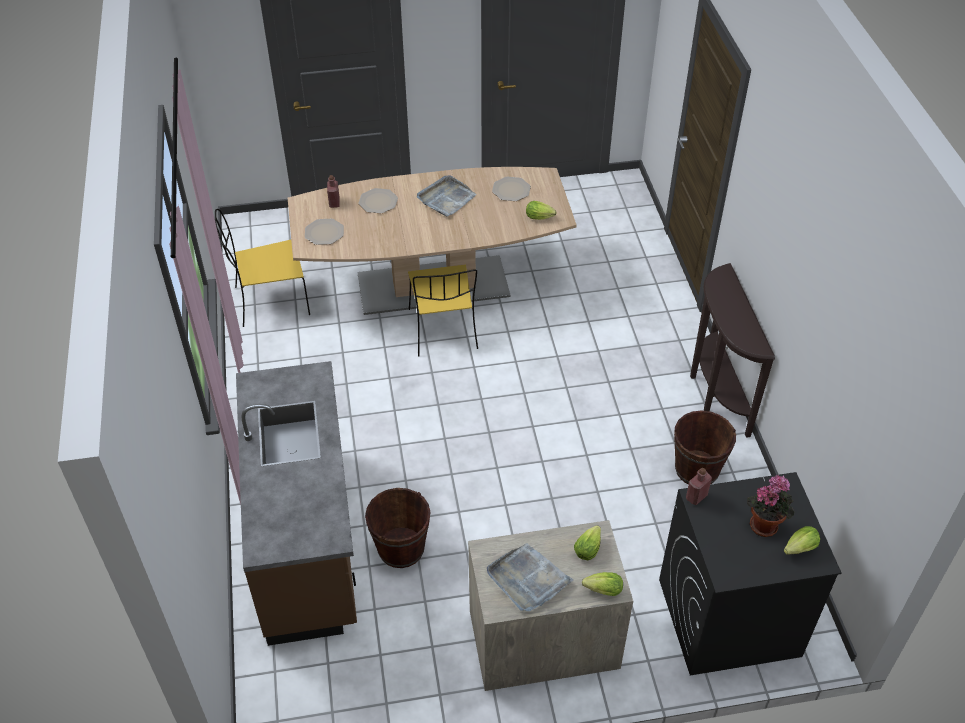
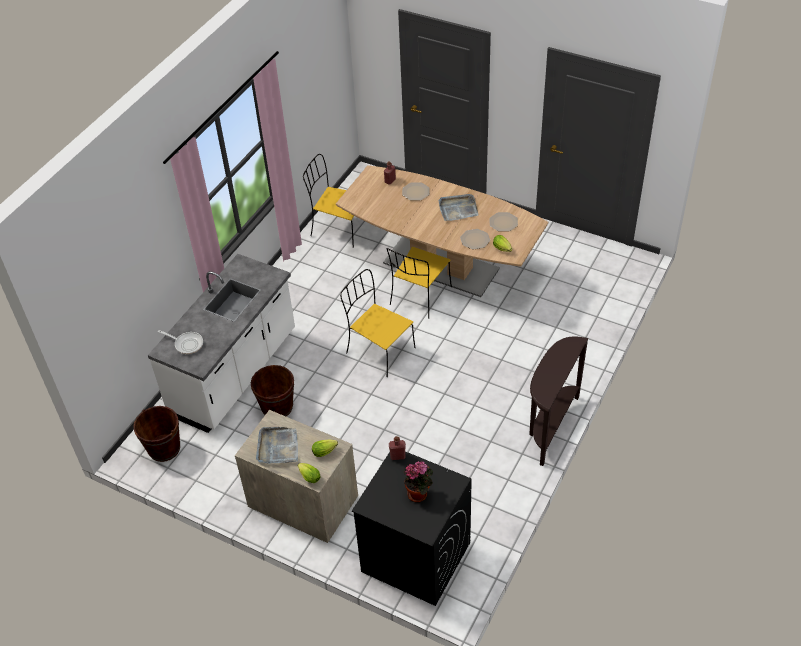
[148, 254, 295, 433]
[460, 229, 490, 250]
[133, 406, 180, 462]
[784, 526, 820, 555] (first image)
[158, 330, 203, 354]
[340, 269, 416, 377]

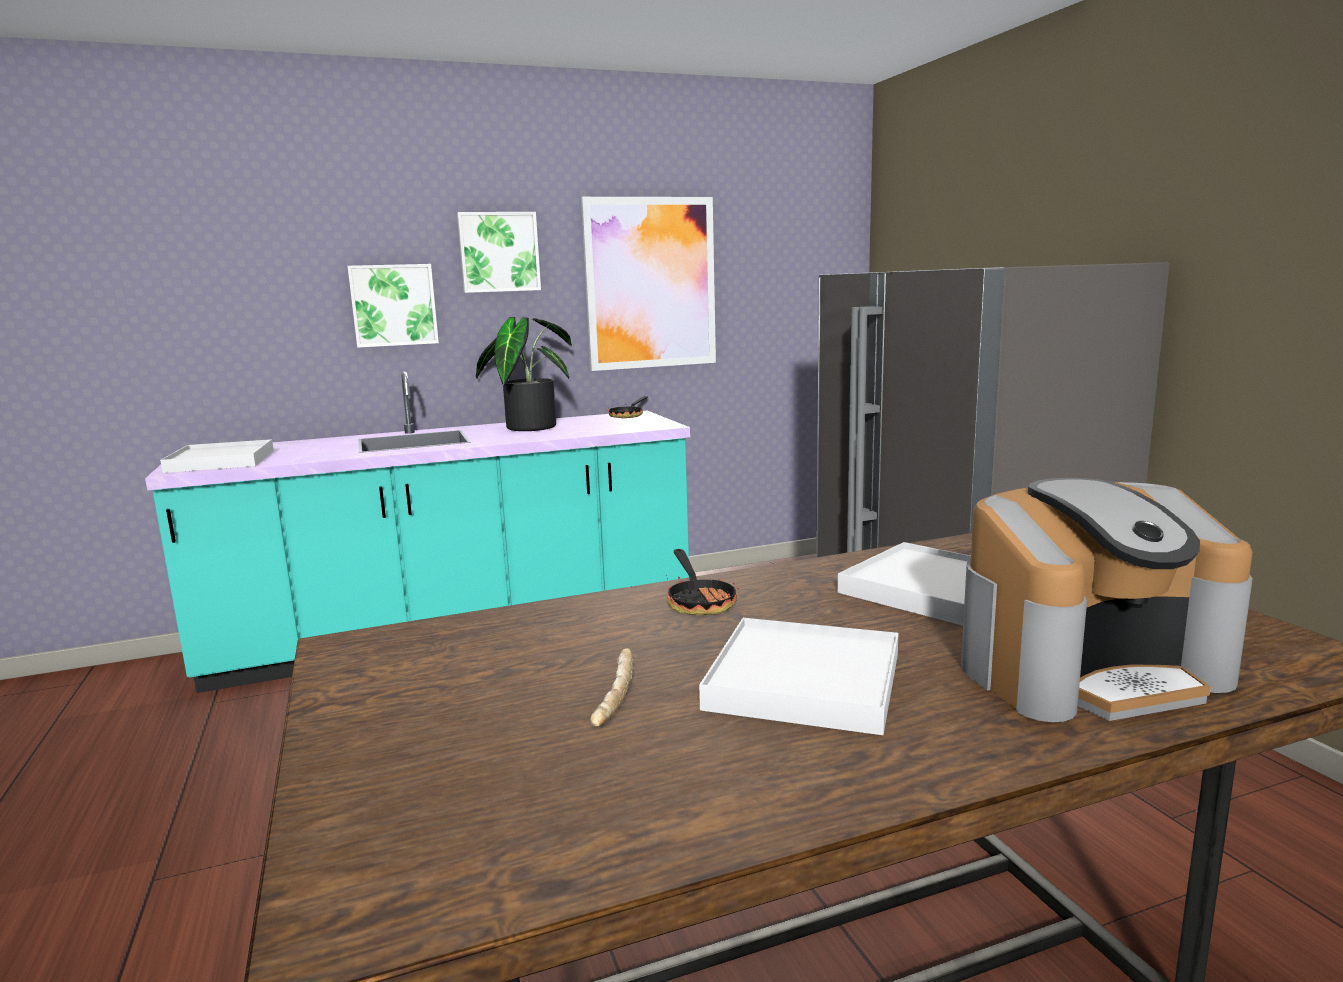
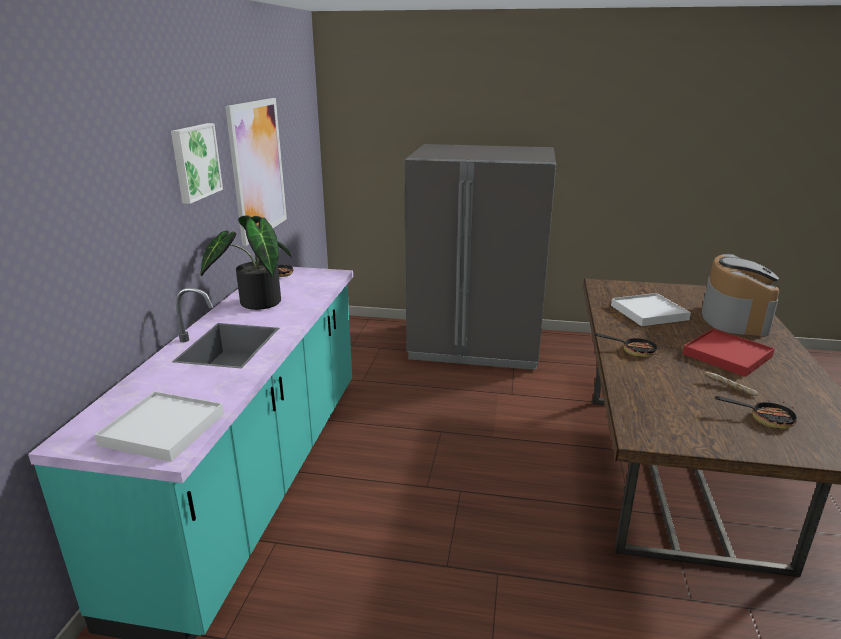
[348, 264, 439, 348] (first image)
[682, 329, 775, 377]
[715, 396, 797, 429]

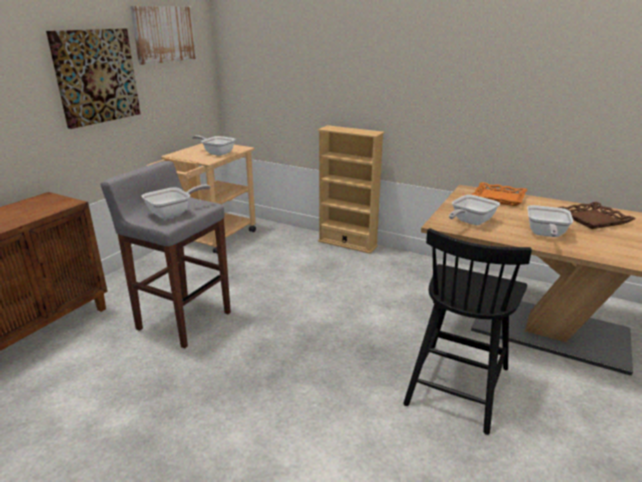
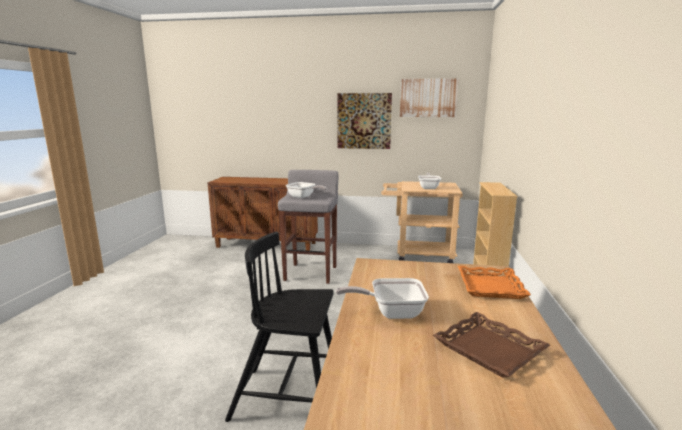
[449, 195, 500, 225] (first image)

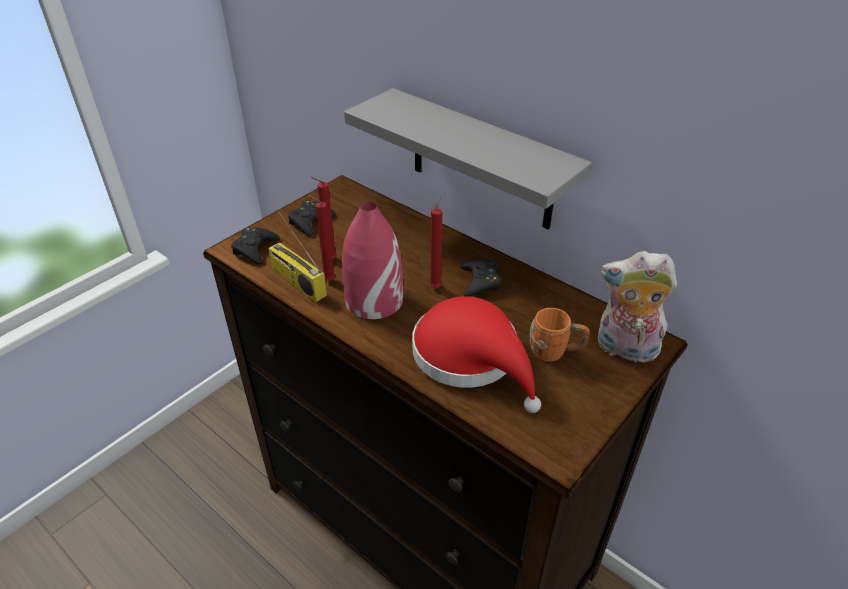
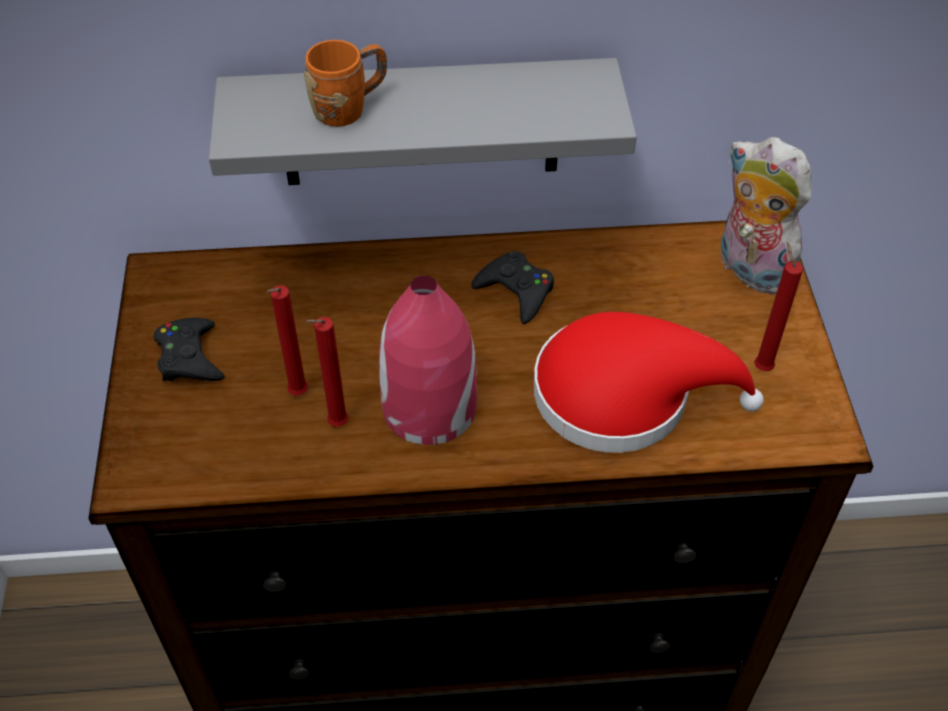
[231, 227, 280, 264] (first image)
[268, 211, 327, 302] (first image)
[754, 242, 803, 371]
[304, 40, 387, 127]
[721, 137, 811, 294]

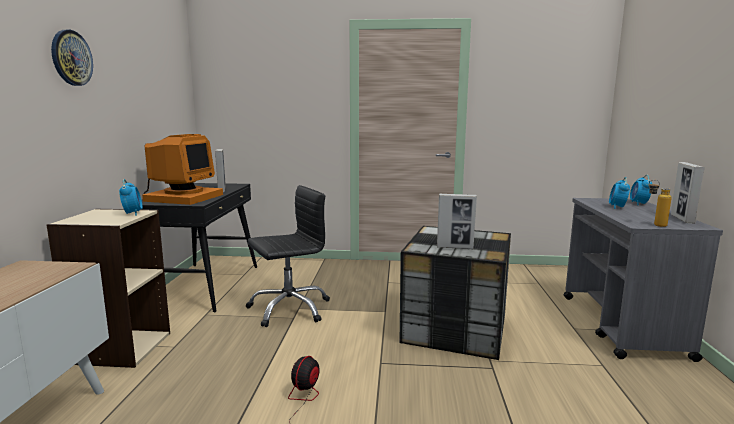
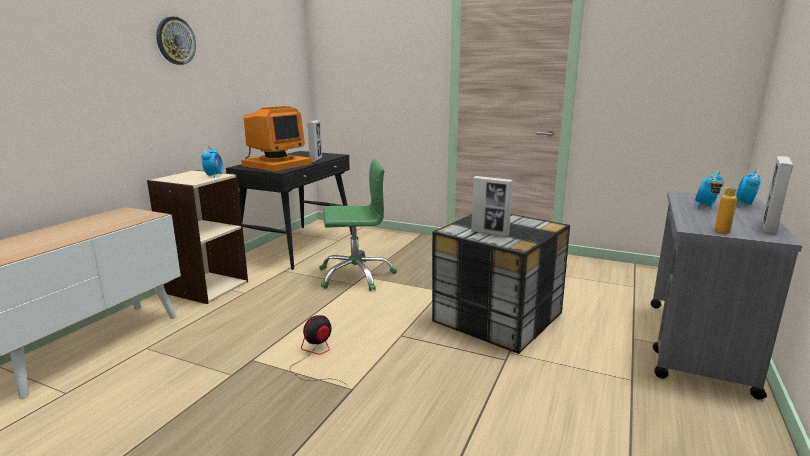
[319, 159, 397, 291]

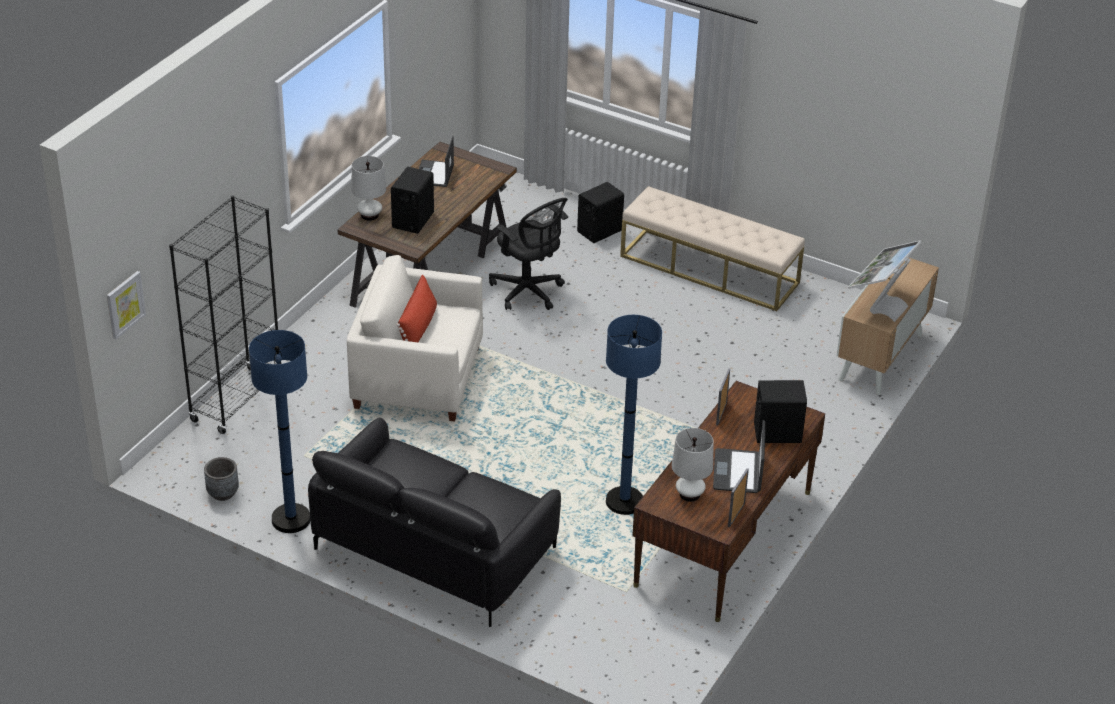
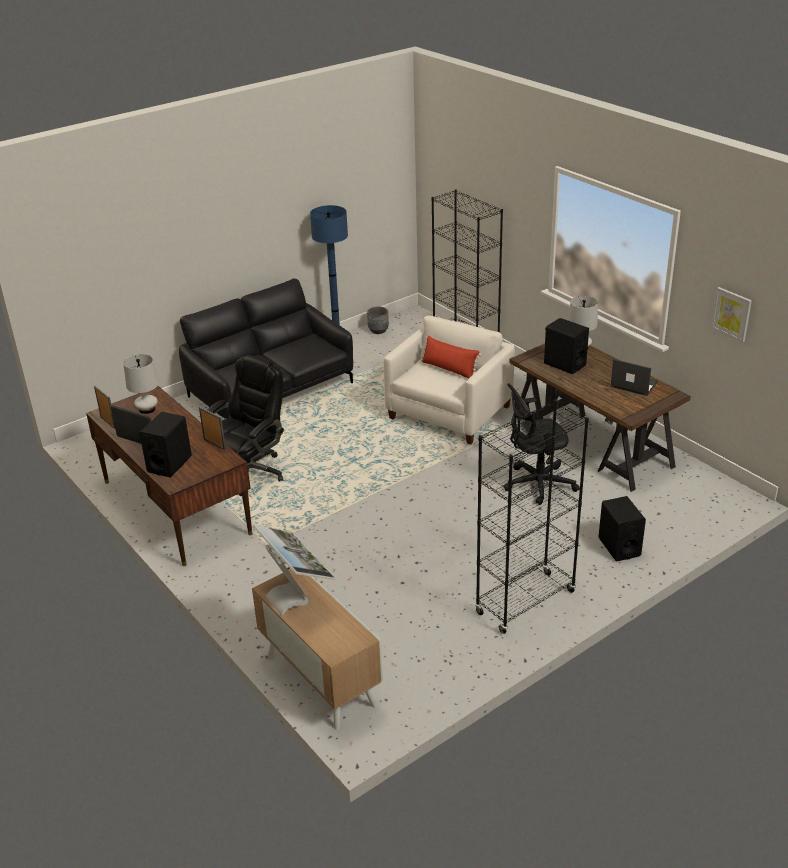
[711, 287, 752, 342]
[207, 355, 284, 496]
[475, 400, 589, 634]

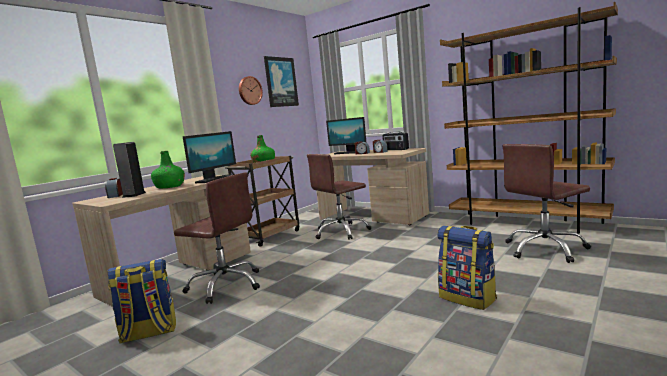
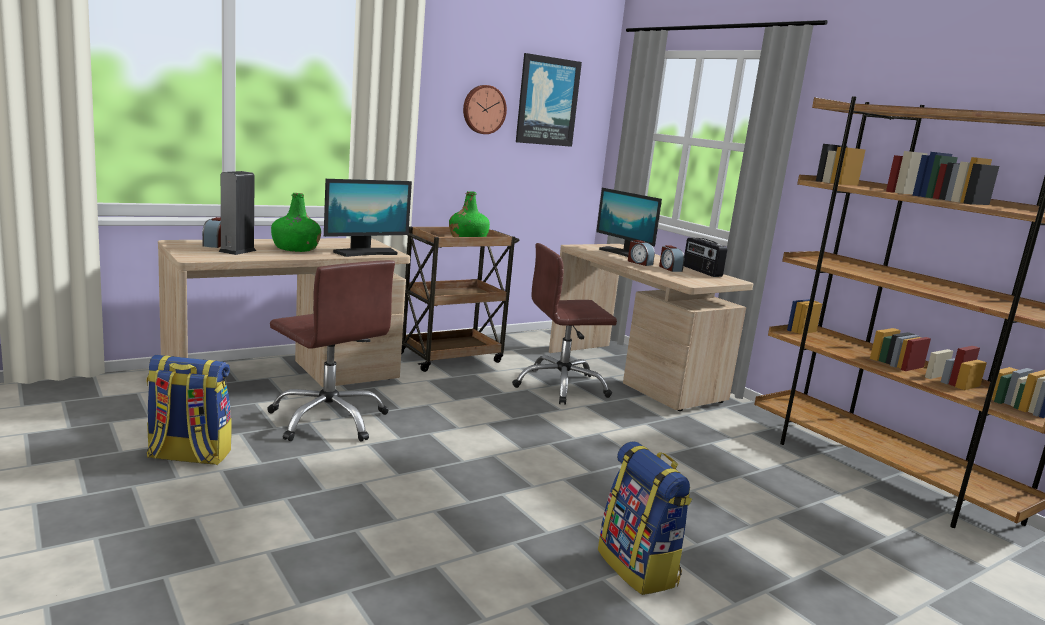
[502, 144, 591, 263] (first image)

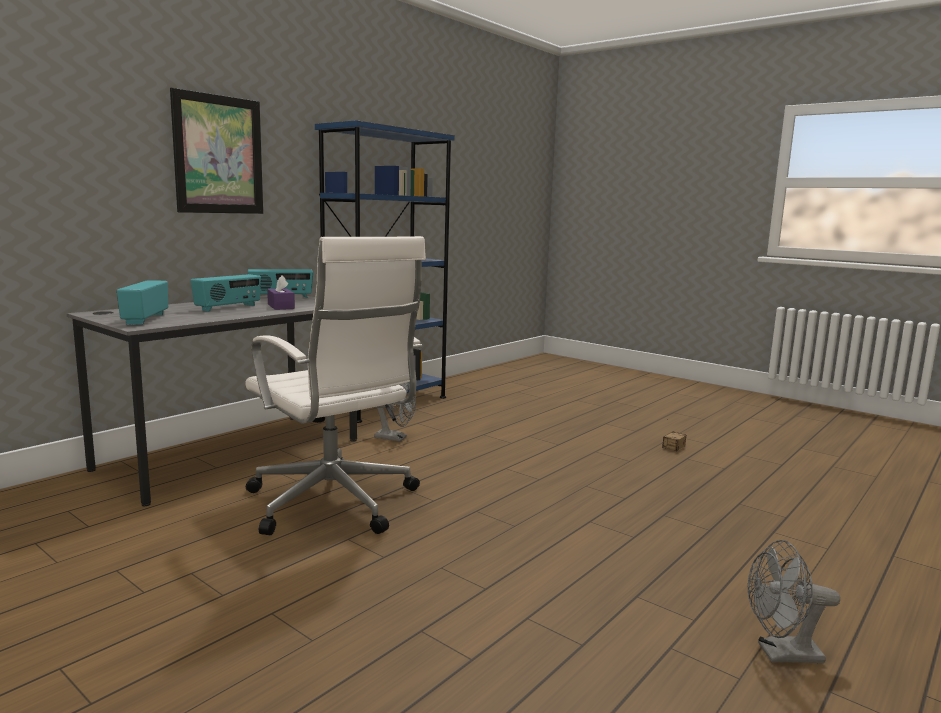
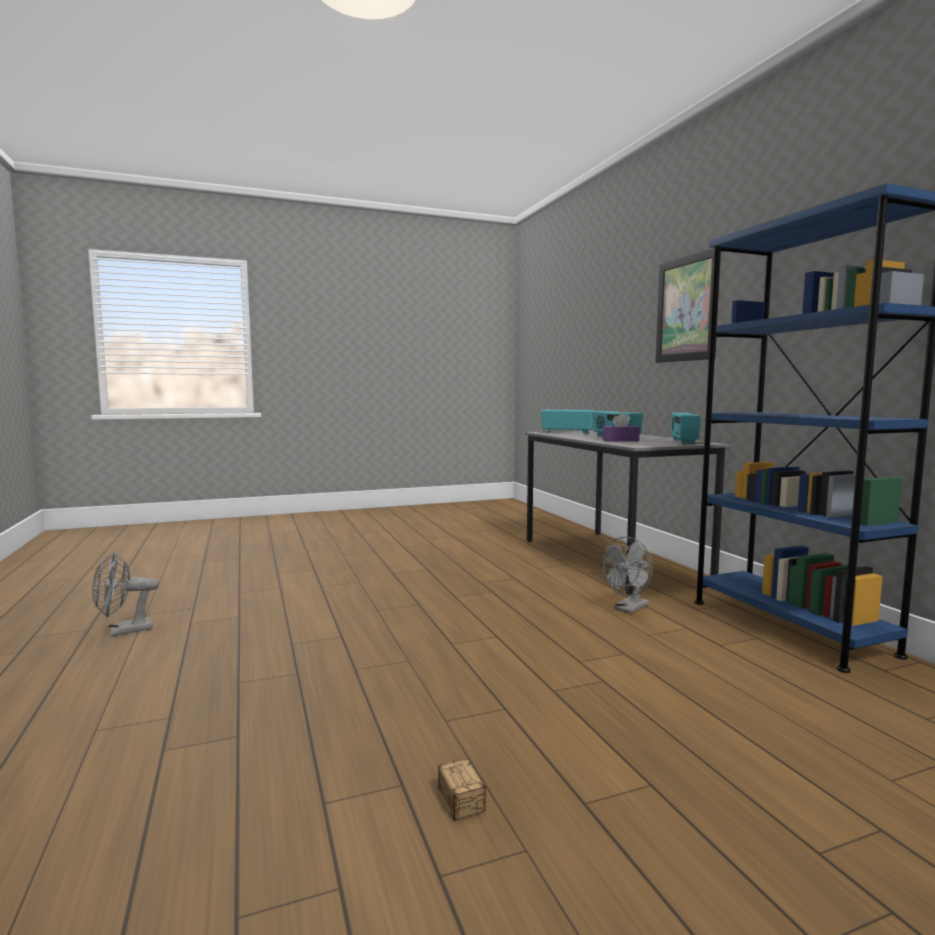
[245, 236, 426, 535] (first image)
[92, 552, 159, 637]

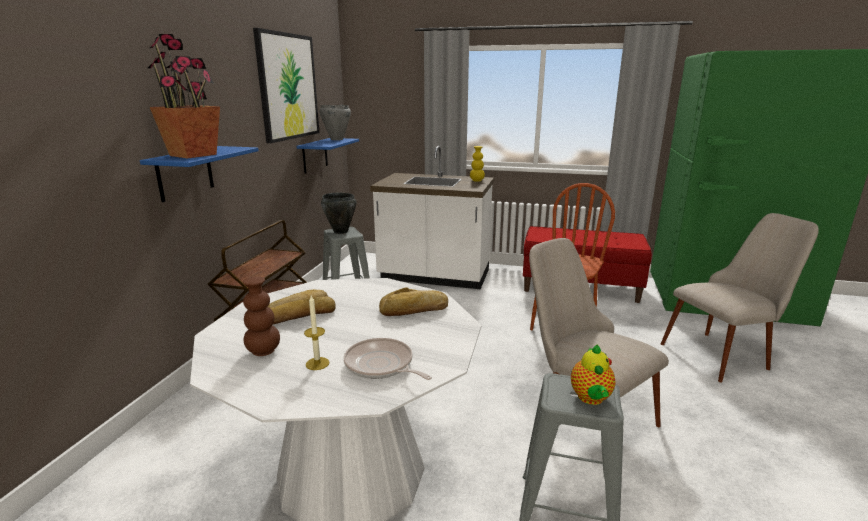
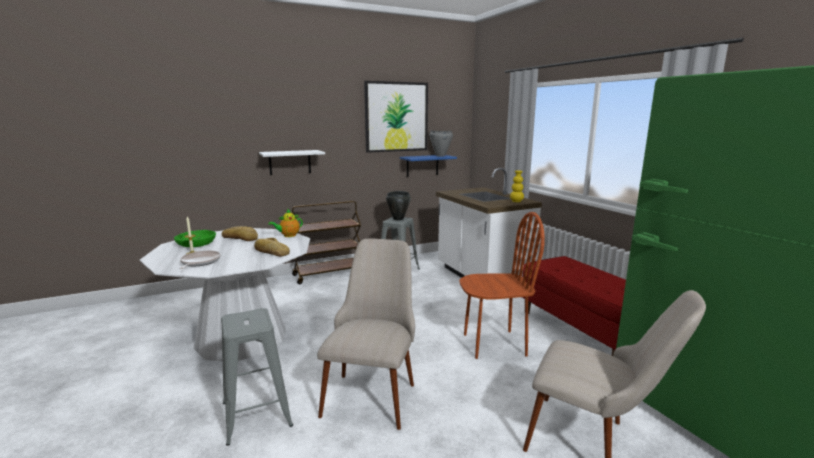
[259, 150, 325, 175]
[148, 34, 220, 159] (first image)
[174, 230, 216, 247]
[268, 209, 303, 237]

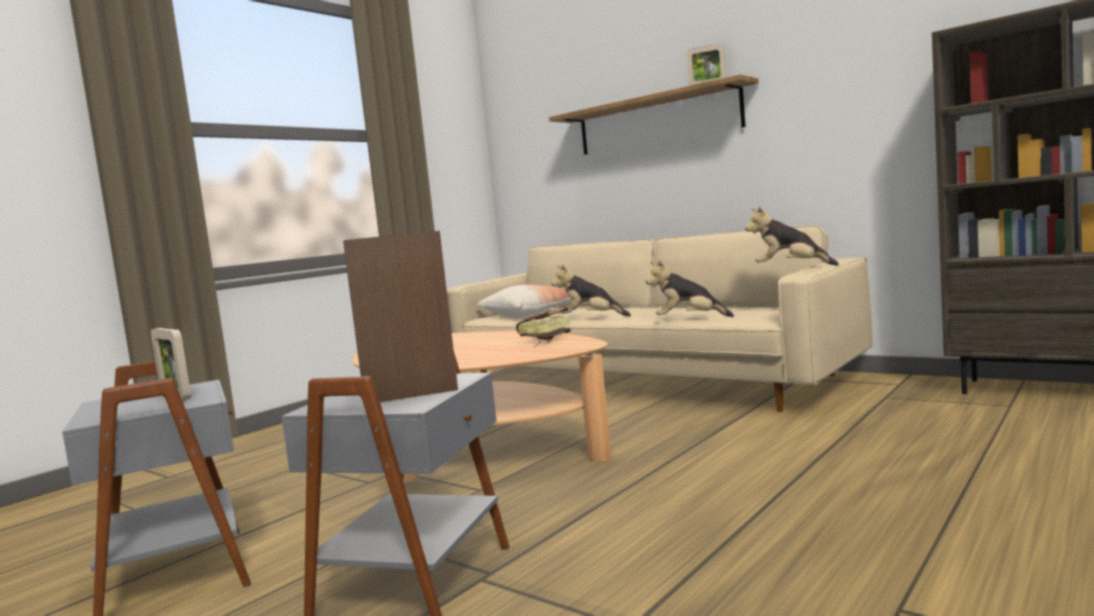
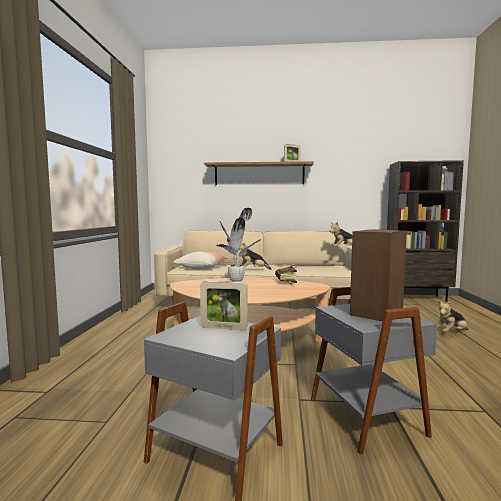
[437, 301, 468, 332]
[216, 208, 261, 282]

